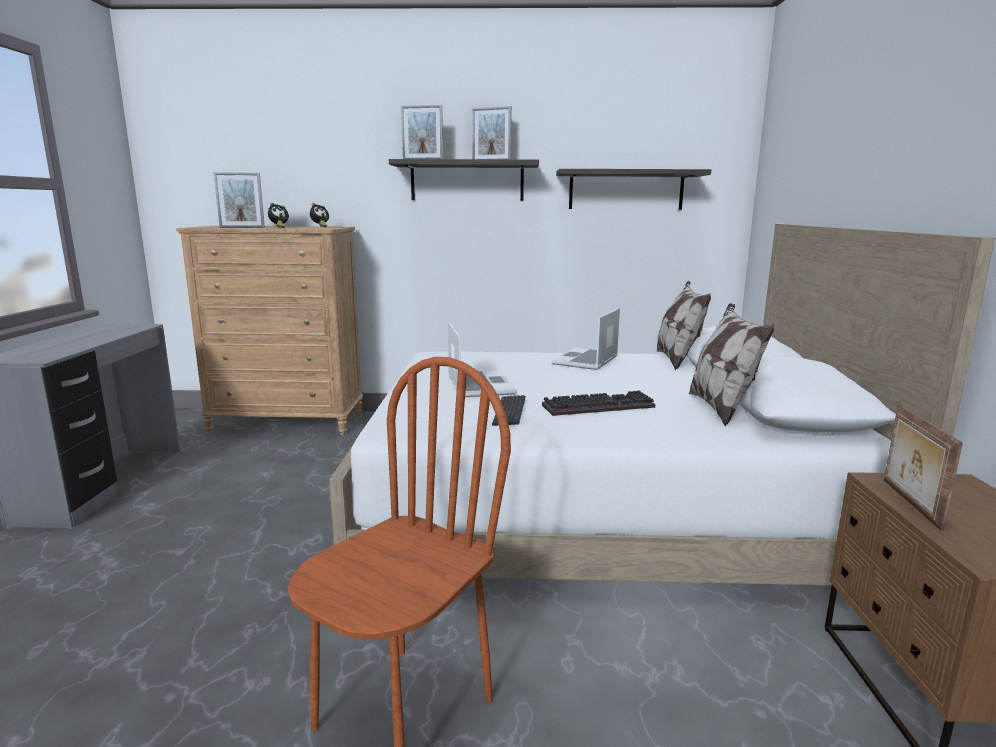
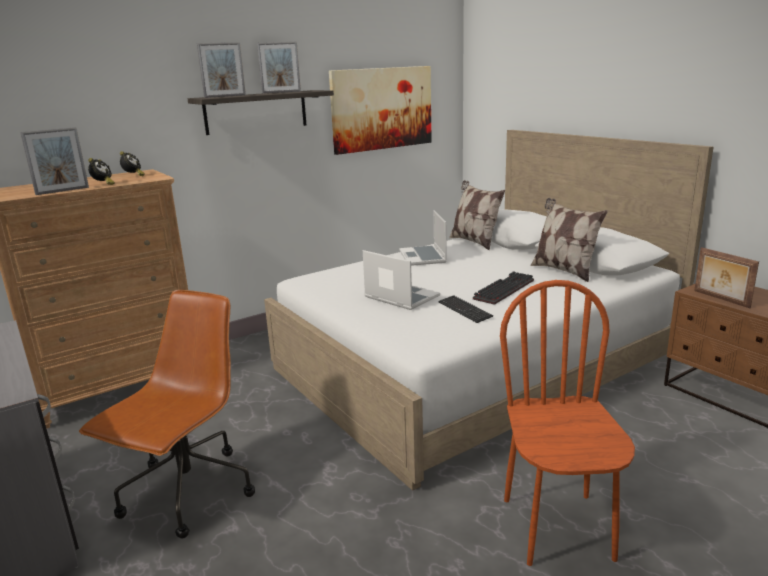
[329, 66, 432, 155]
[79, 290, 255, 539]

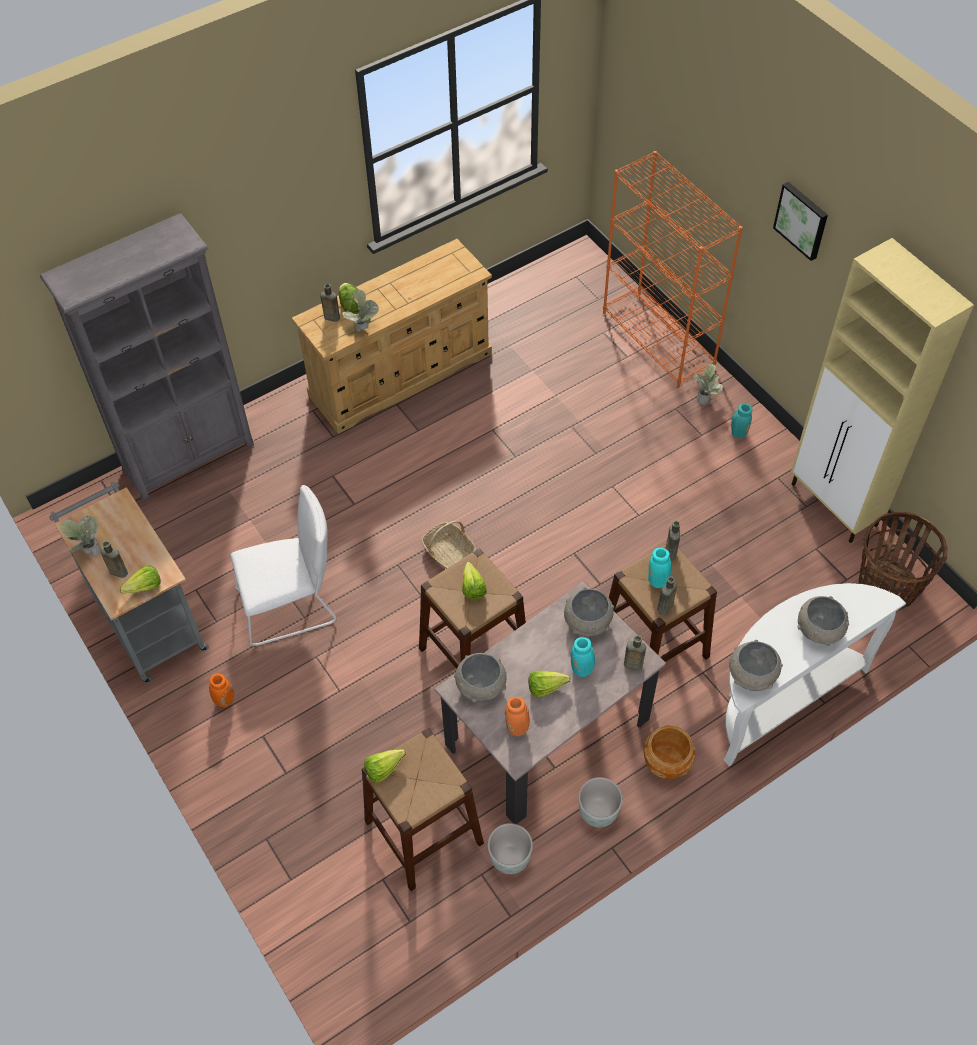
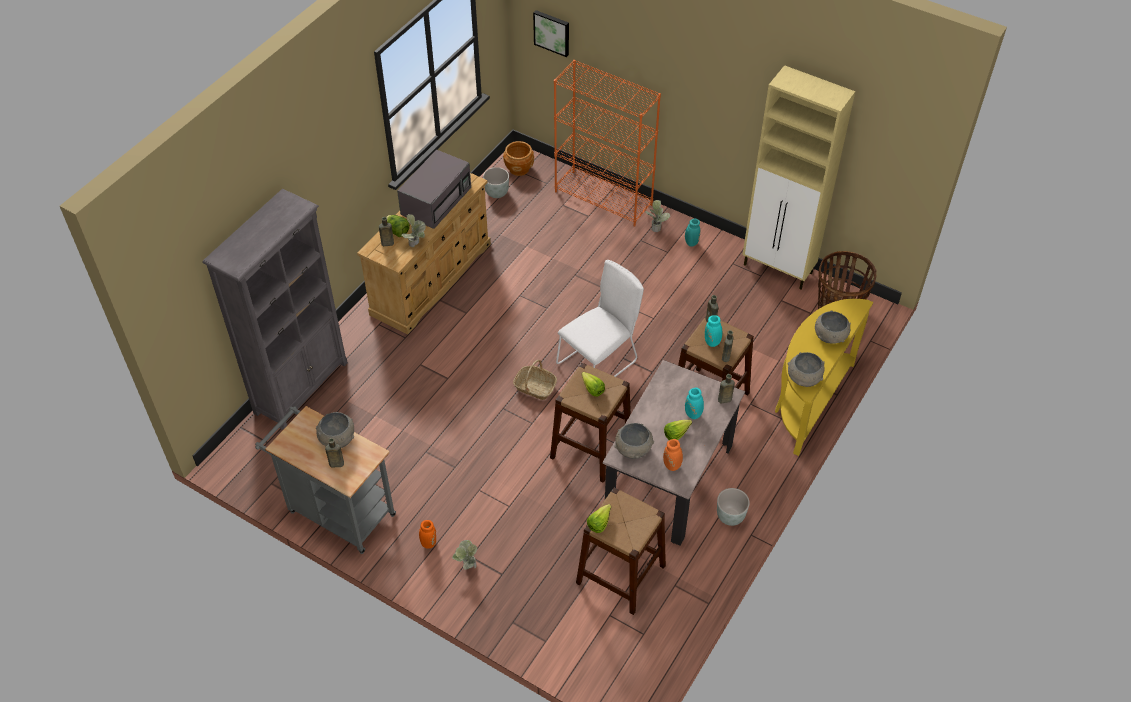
[452, 540, 477, 570]
[120, 565, 161, 594] (first image)
[556, 260, 644, 377]
[483, 167, 509, 198]
[316, 412, 354, 448]
[503, 141, 534, 176]
[775, 299, 873, 456]
[533, 10, 569, 57]
[397, 149, 471, 229]

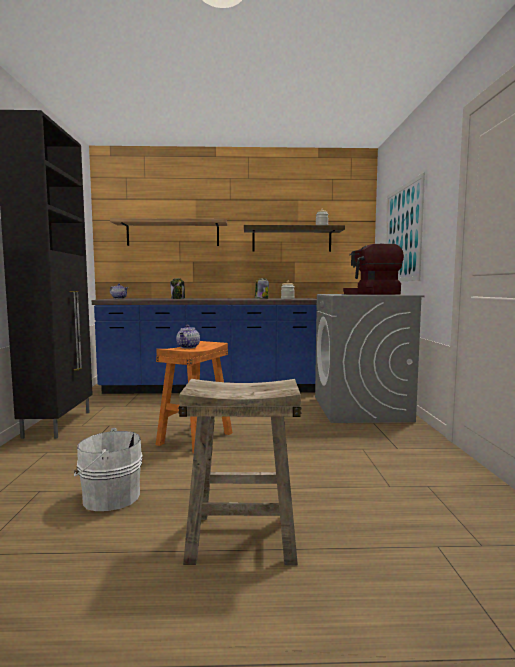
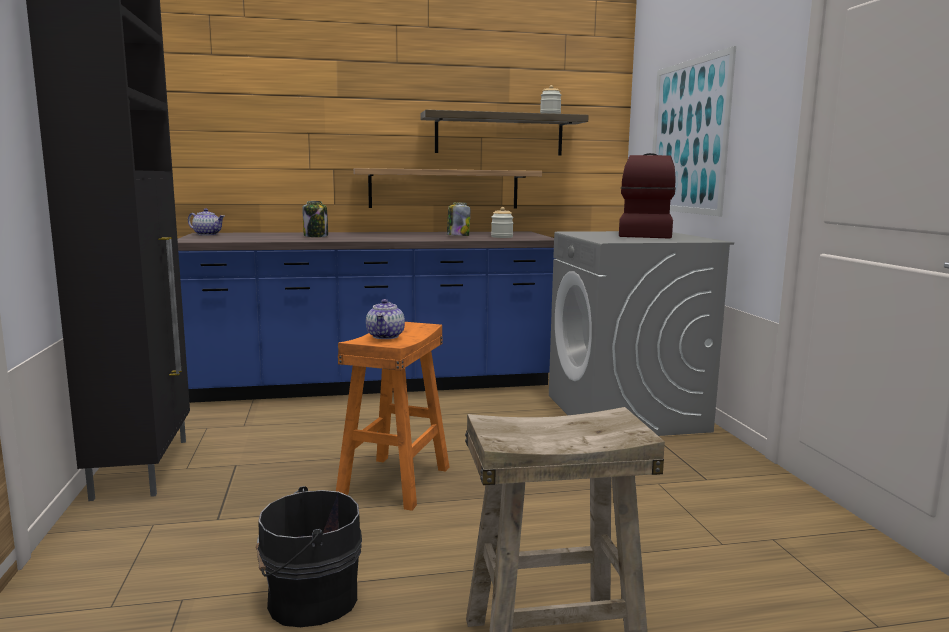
[256, 486, 362, 627]
[353, 168, 542, 208]
[619, 153, 676, 239]

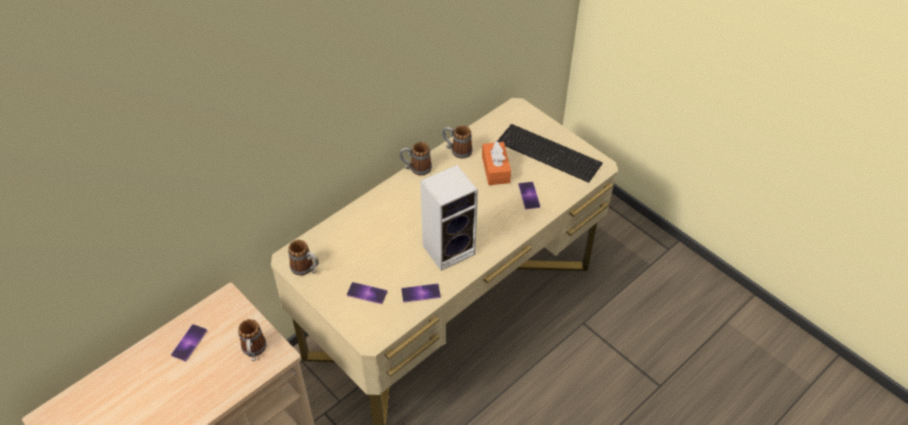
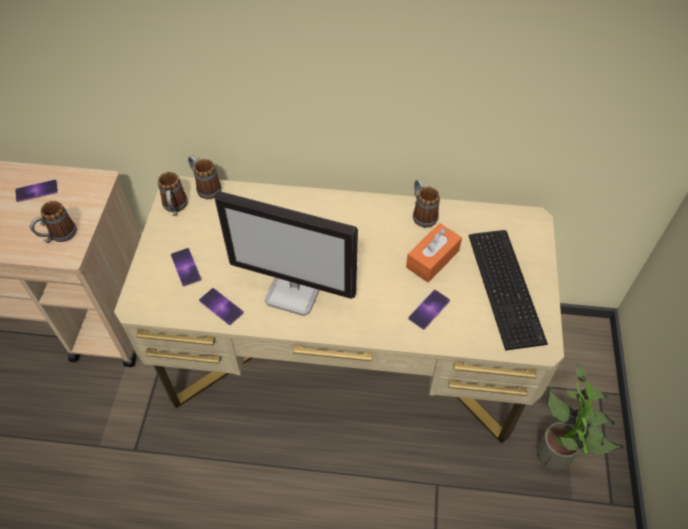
[188, 155, 222, 199]
[214, 191, 358, 316]
[537, 363, 624, 471]

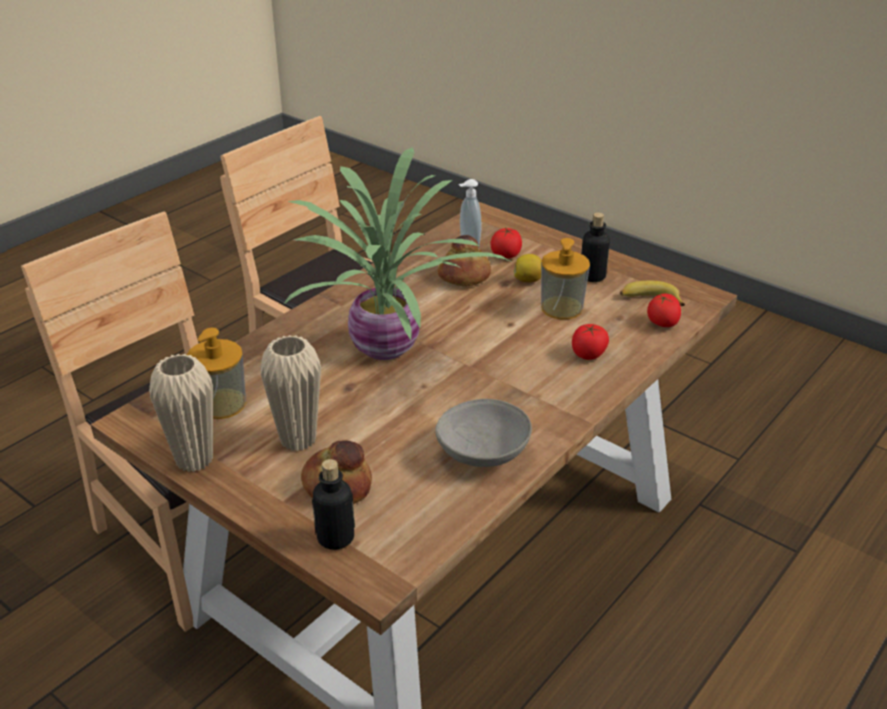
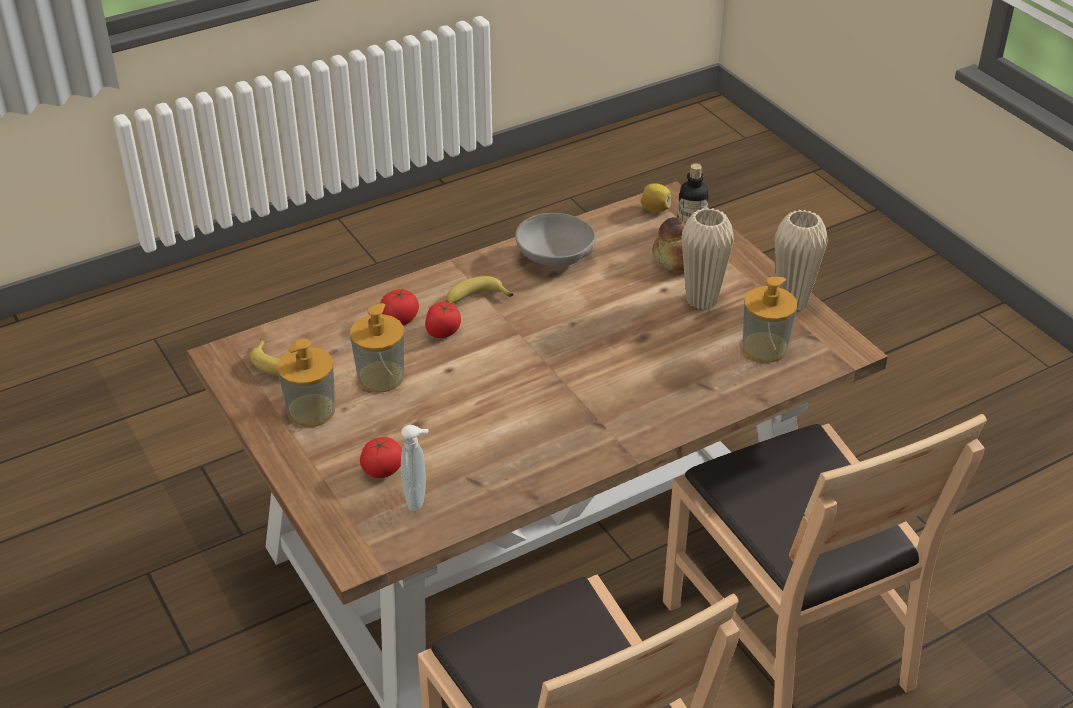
[283, 147, 511, 360] (first image)
[437, 235, 491, 287] (first image)
[640, 183, 671, 212]
[277, 339, 335, 427]
[425, 302, 461, 338]
[446, 276, 514, 304]

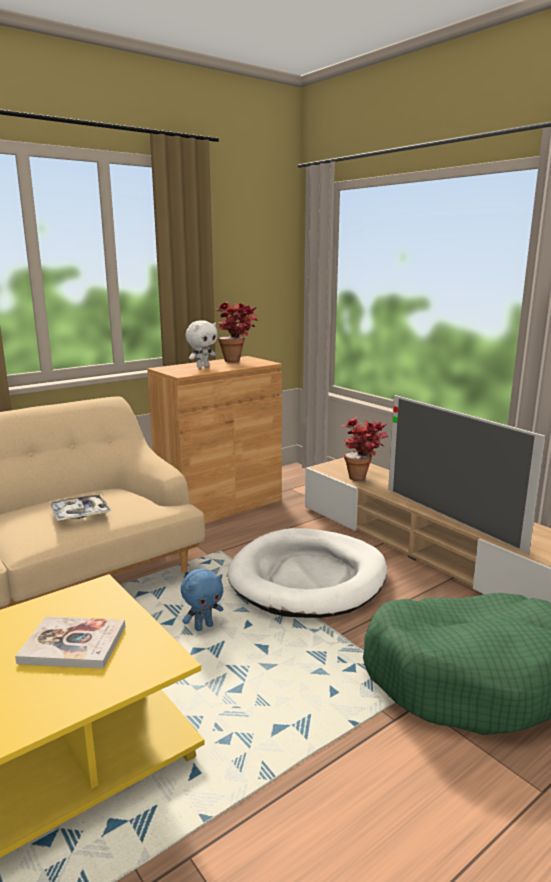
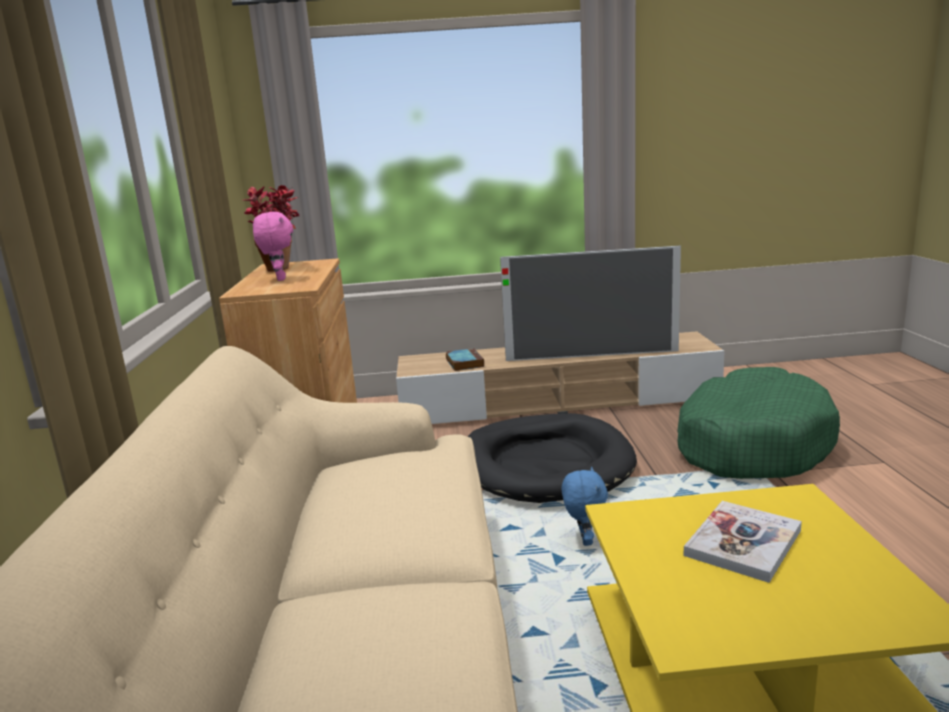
[50, 494, 112, 521] (first image)
[253, 212, 293, 281]
[467, 413, 637, 503]
[446, 348, 484, 371]

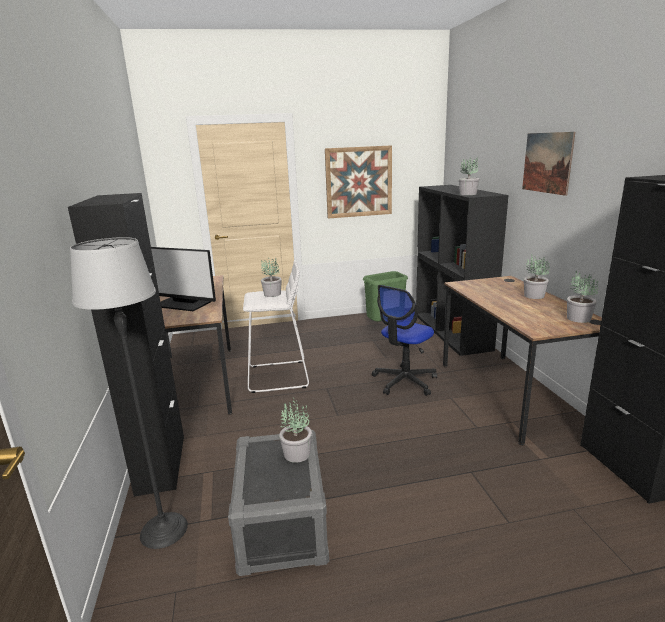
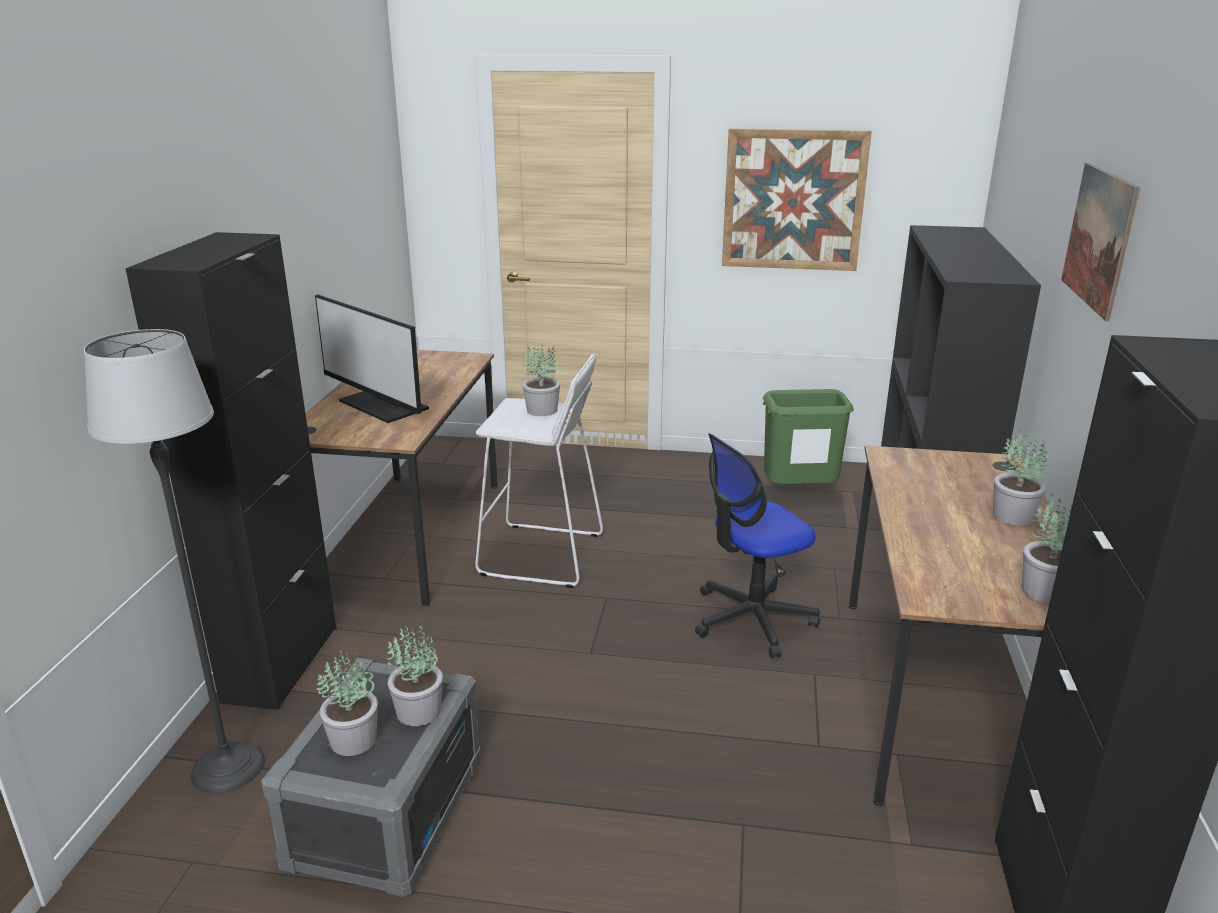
[316, 650, 378, 756]

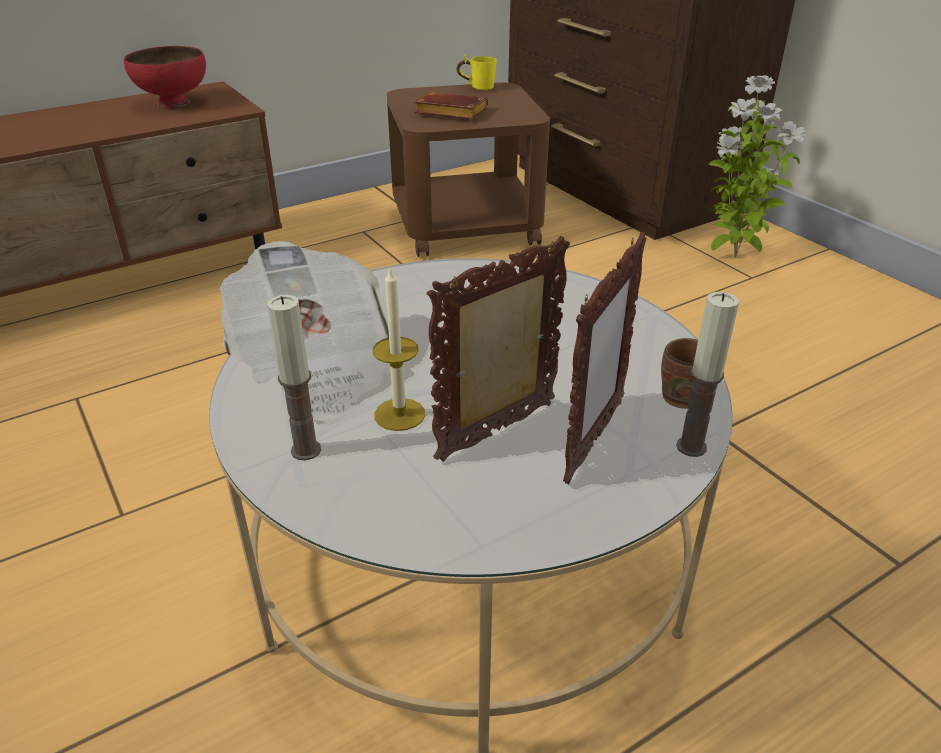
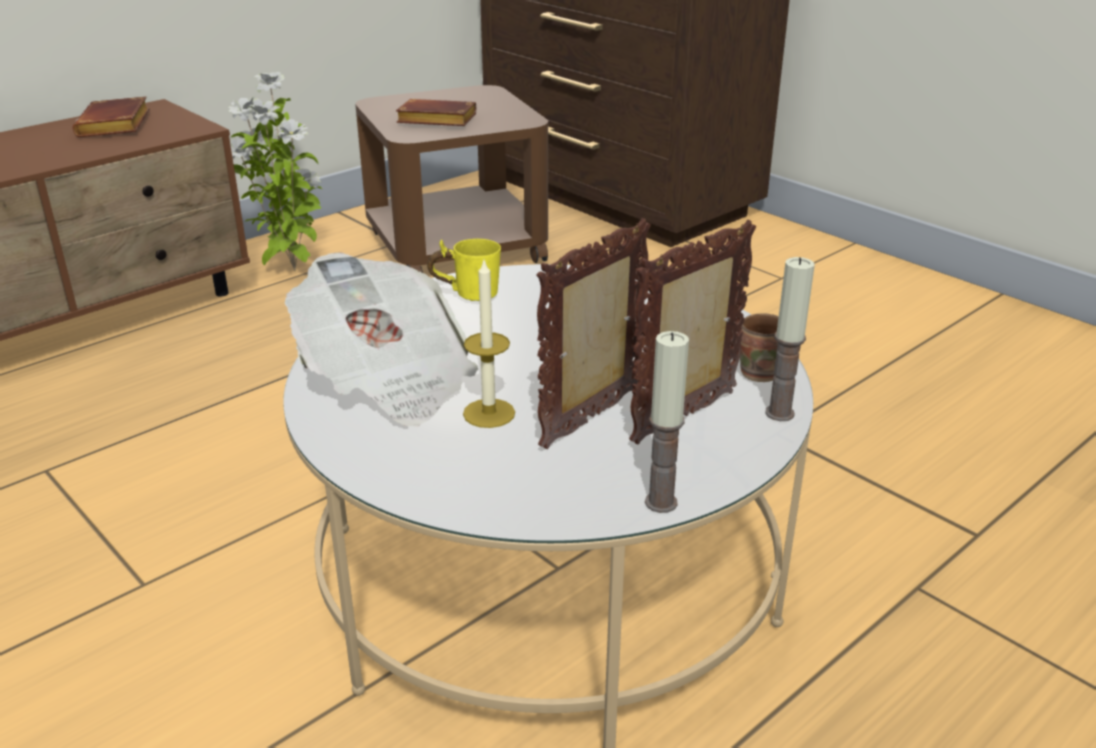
[73, 96, 150, 137]
[645, 331, 689, 513]
[427, 239, 501, 301]
[629, 220, 756, 444]
[228, 72, 322, 271]

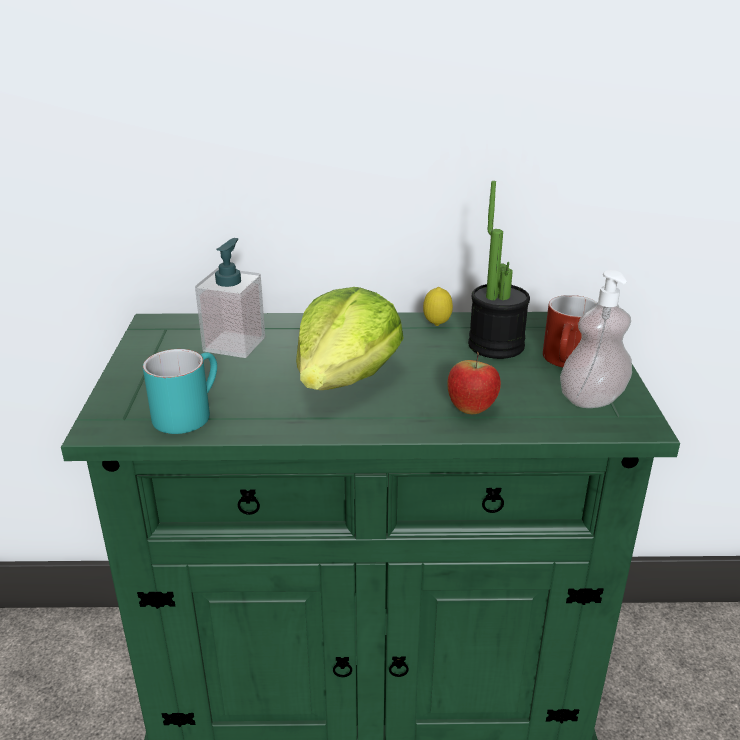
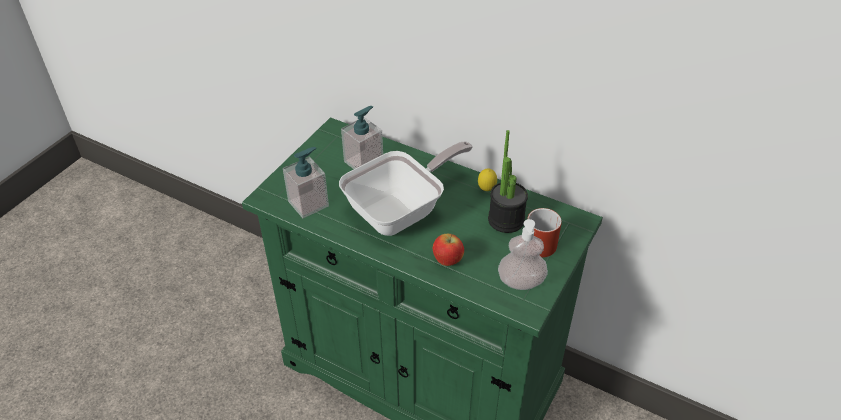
[283, 147, 329, 218]
[339, 141, 473, 236]

